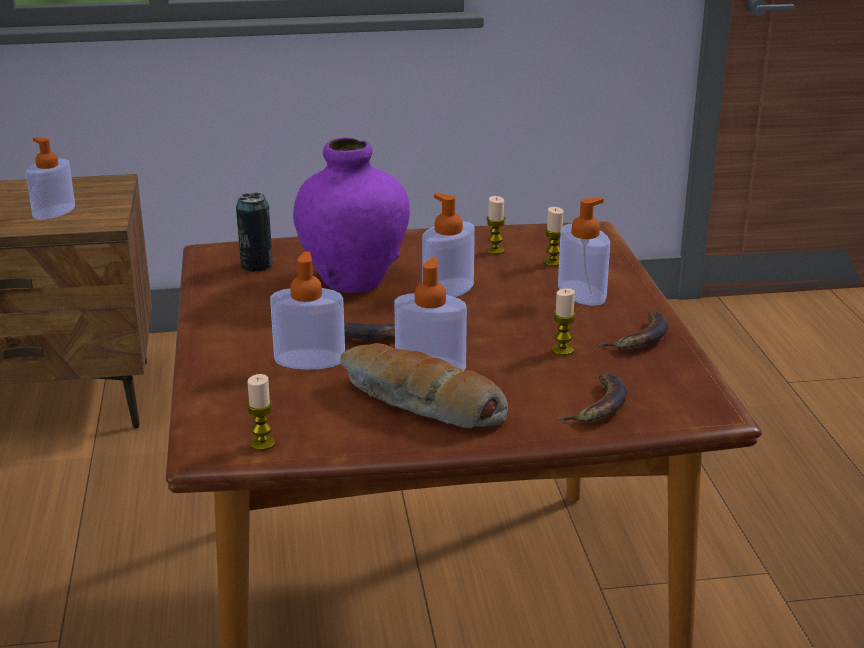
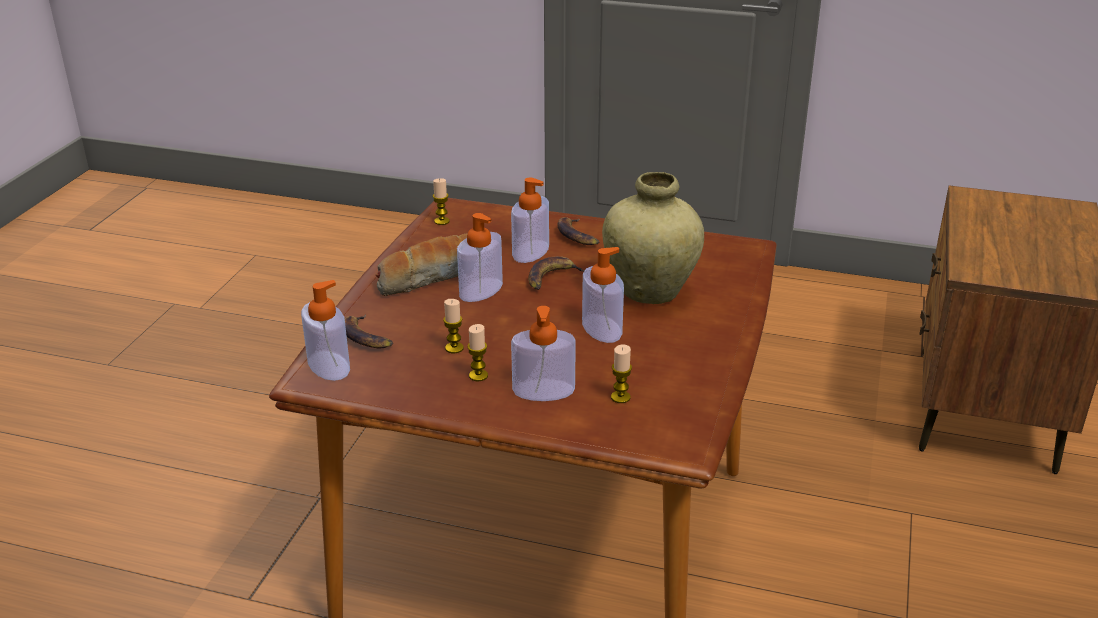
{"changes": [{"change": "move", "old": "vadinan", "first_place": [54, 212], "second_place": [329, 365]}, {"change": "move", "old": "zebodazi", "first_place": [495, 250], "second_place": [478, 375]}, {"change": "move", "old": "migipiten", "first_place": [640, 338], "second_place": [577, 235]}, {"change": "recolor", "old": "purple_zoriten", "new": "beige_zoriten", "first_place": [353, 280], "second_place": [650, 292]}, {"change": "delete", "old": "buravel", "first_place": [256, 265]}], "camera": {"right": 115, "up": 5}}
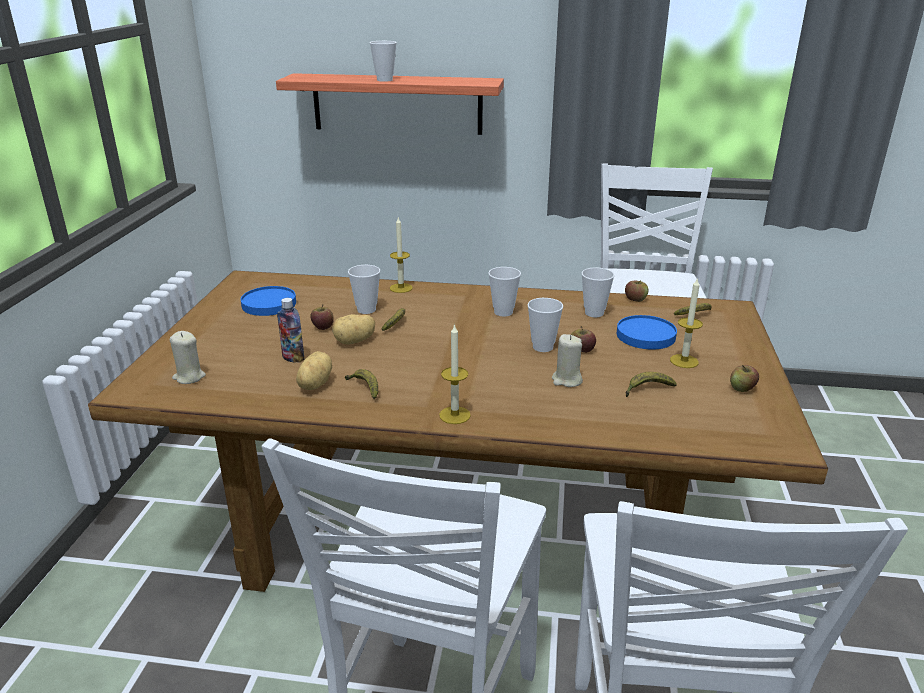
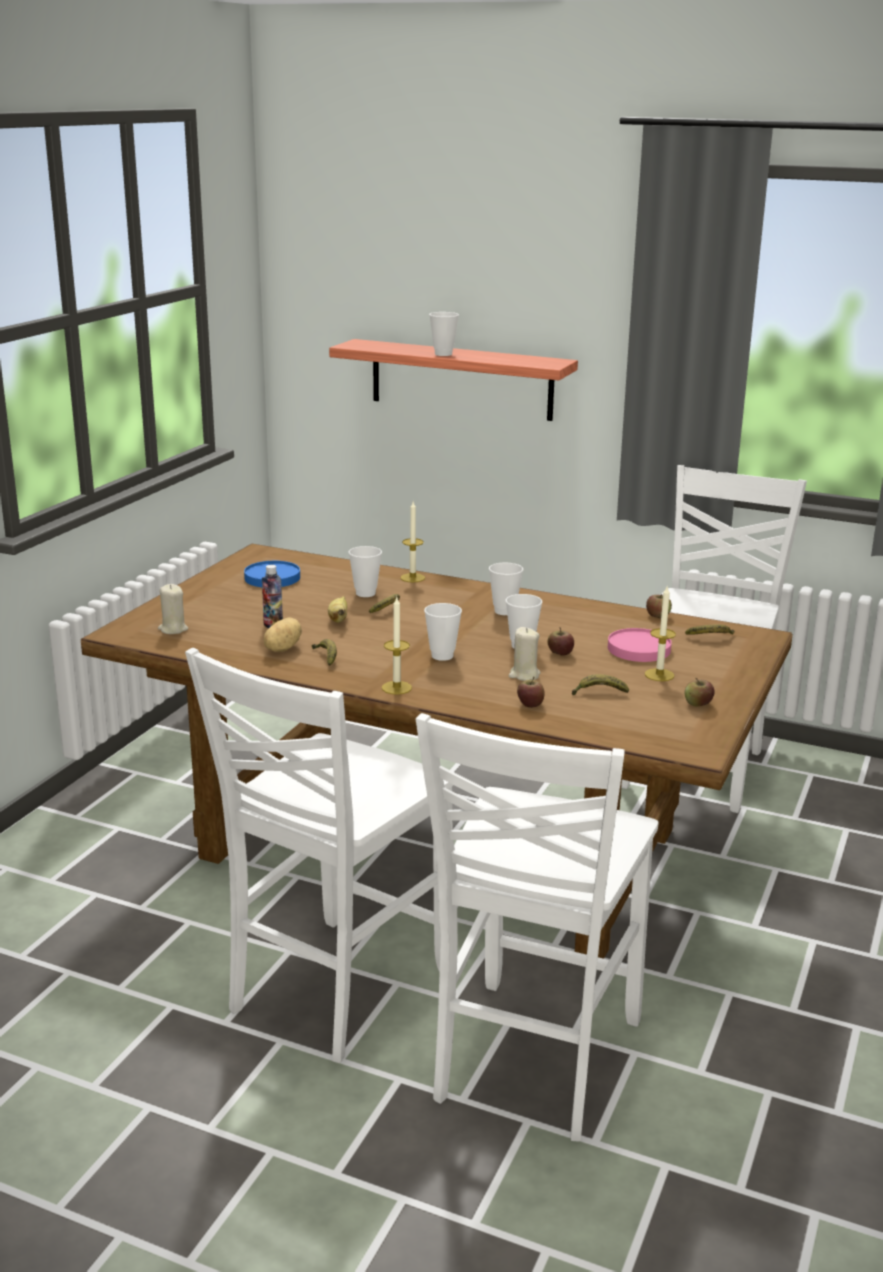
{"changes": [{"change": "replace", "old": "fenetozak", "new": "migipiten", "first_place": [355, 341], "second_place": [338, 619]}, {"change": "move", "old": "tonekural", "first_place": [594, 313], "second_place": [442, 656]}, {"change": "move", "old": "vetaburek", "first_place": [323, 327], "second_place": [530, 704]}, {"change": "recolor", "old": "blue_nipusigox", "new": "pink_nipusigox", "first_place": [645, 336], "second_place": [638, 649]}], "camera": {"right": 15, "up": -5}}
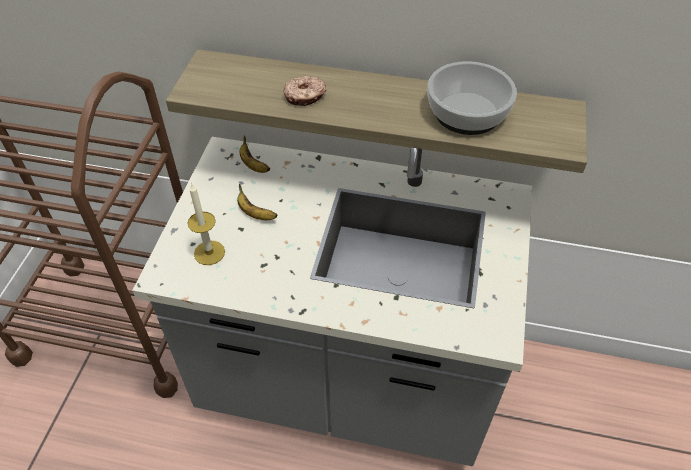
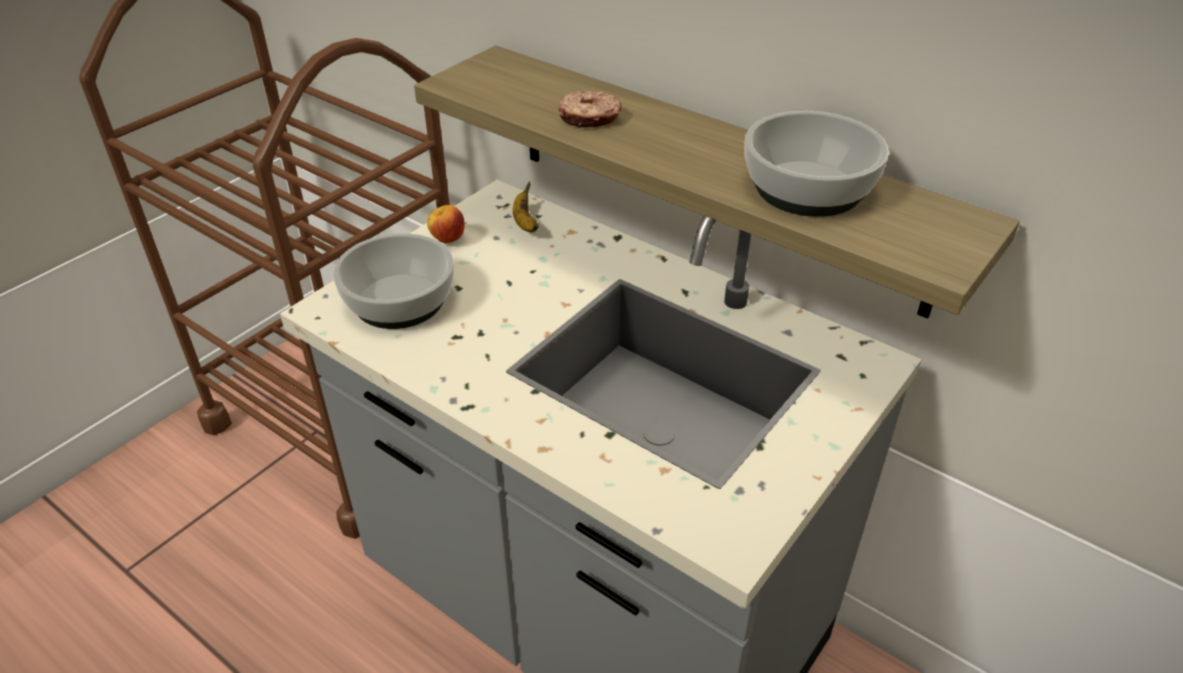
{"changes": [{"change": "replace", "old": "zebodazi", "new": "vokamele", "first_place": [209, 252], "second_place": [399, 302]}, {"change": "insert", "new": "vetaburek", "second_place": [447, 240]}, {"change": "delete", "old": "migipiten", "first_place": [255, 213]}], "camera": {"right": 25, "up": -10}}
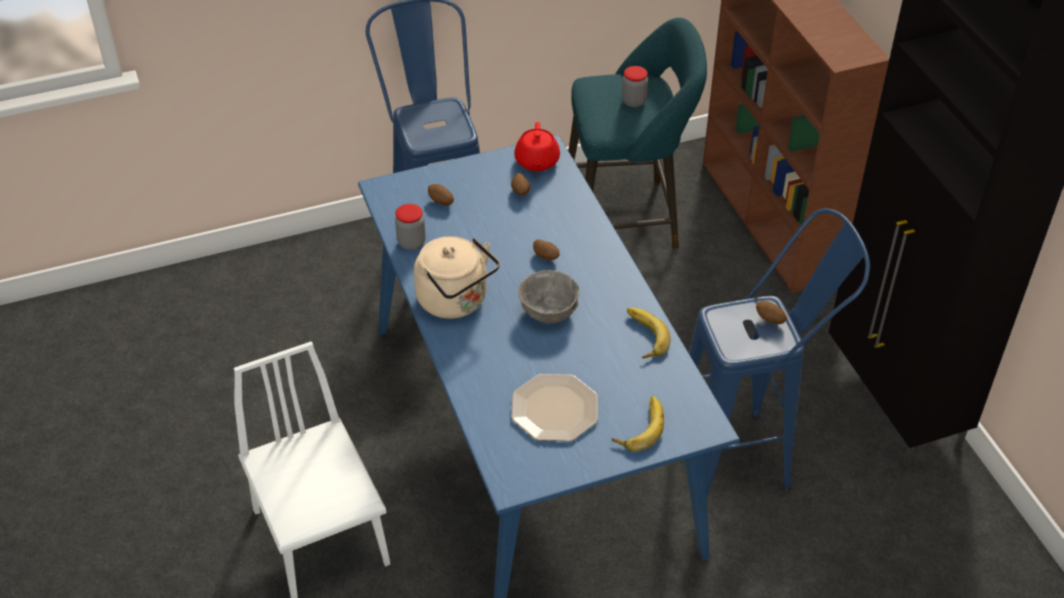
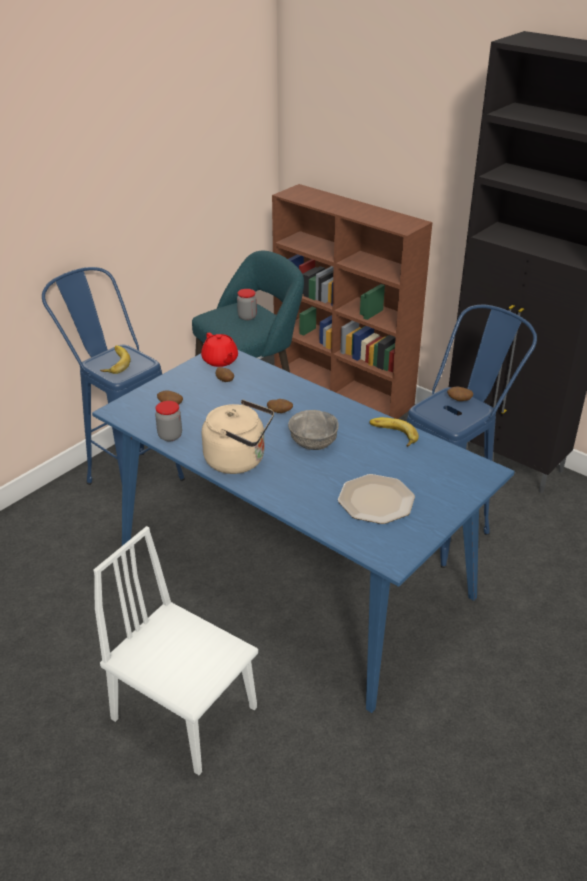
{"changes": [{"change": "move", "old": "migipiten", "first_place": [639, 426], "second_place": [114, 363]}], "camera": {"right": -30, "up": -10}}
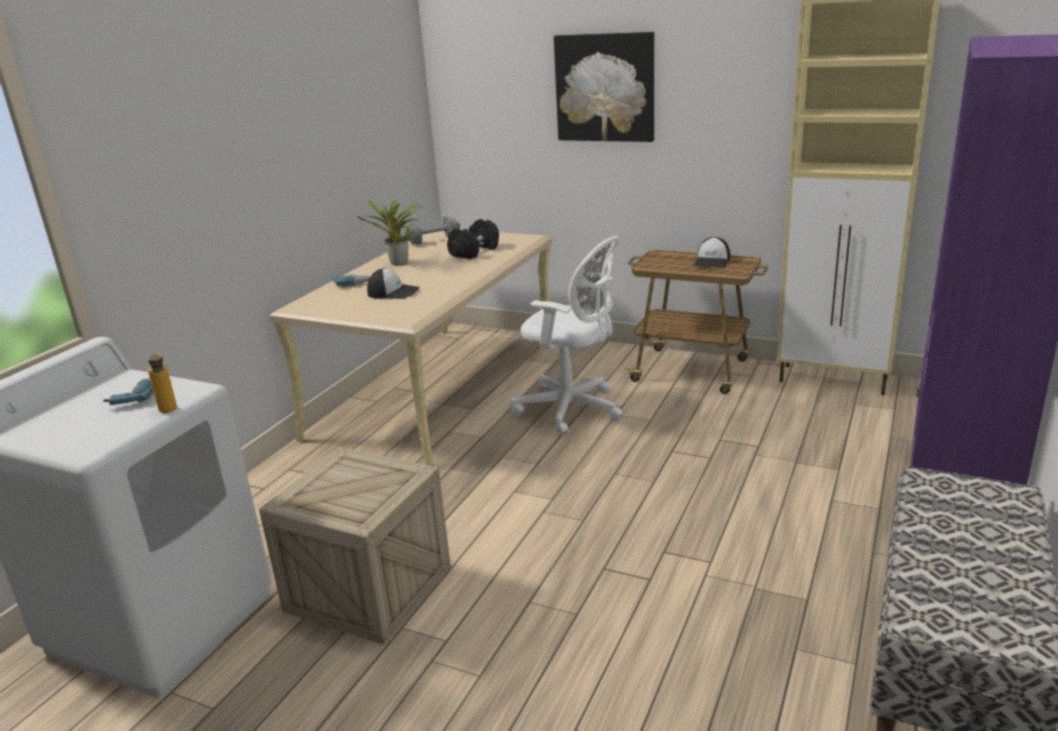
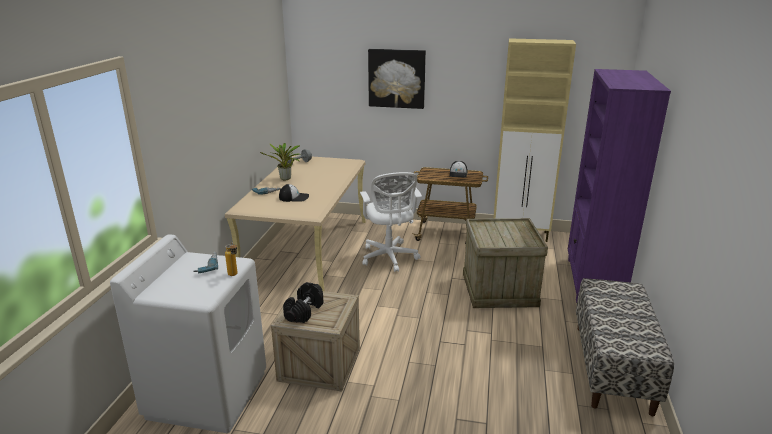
{"changes": [{"change": "move", "old": "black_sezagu", "first_place": [474, 252], "second_place": [304, 311]}, {"change": "rotate", "old": "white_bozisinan", "first_place": [572, 409], "second_place": [389, 258], "degrees": 60}, {"change": "insert", "new": "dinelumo", "second_place": [500, 289]}], "camera": {"right": -15, "up": 0}}
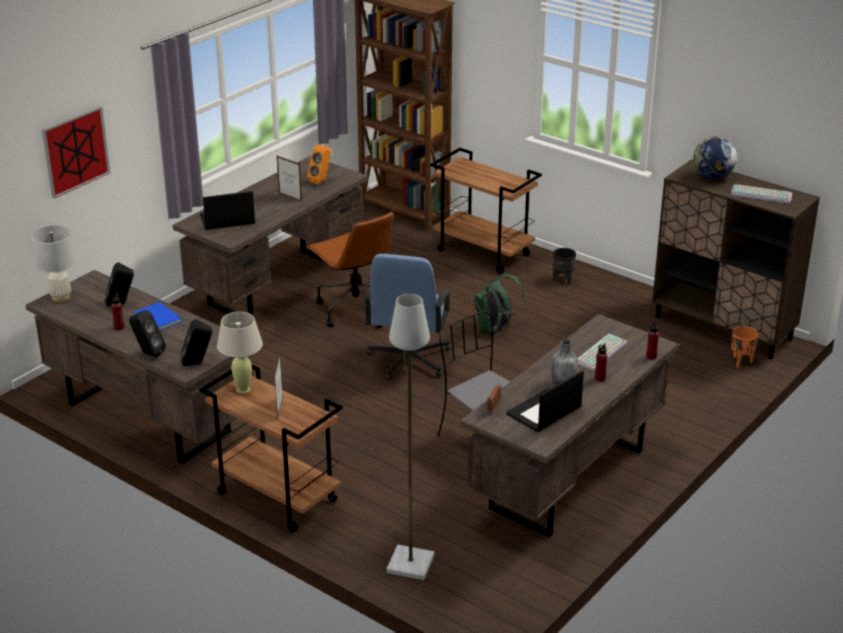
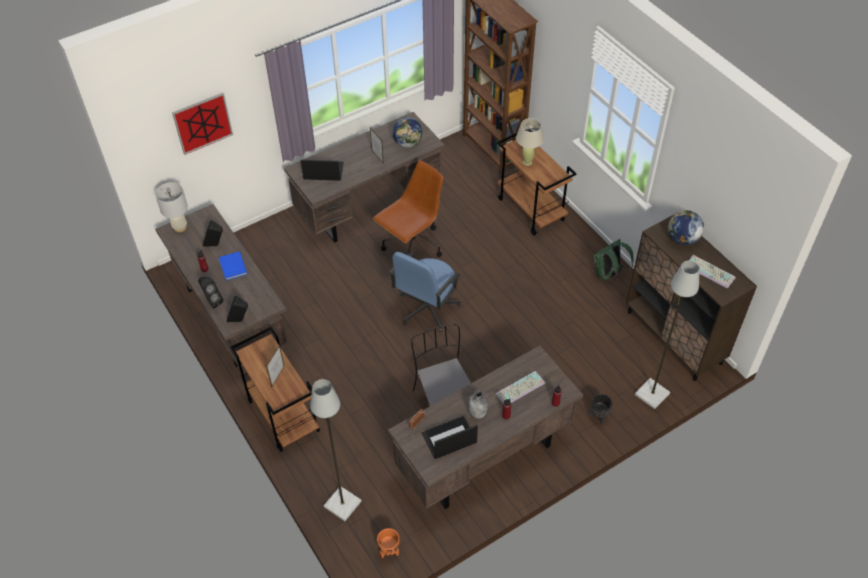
{"changes": [{"change": "rotate", "old": "brown_bozisinan", "first_place": [355, 309], "second_place": [412, 246], "degrees": -120}, {"change": "move", "old": "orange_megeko", "first_place": [741, 361], "second_place": [389, 551]}, {"change": "replace", "old": "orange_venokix", "new": "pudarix", "first_place": [321, 181], "second_place": [408, 143]}, {"change": "move", "old": "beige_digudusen", "first_place": [243, 389], "second_place": [527, 162]}, {"change": "move", "old": "black_megeko", "first_place": [563, 280], "second_place": [598, 417]}, {"change": "move", "old": "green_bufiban", "first_place": [495, 329], "second_place": [608, 275]}, {"change": "insert", "new": "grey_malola", "second_place": [652, 395]}], "camera": {"right": 20, "up": 20}}
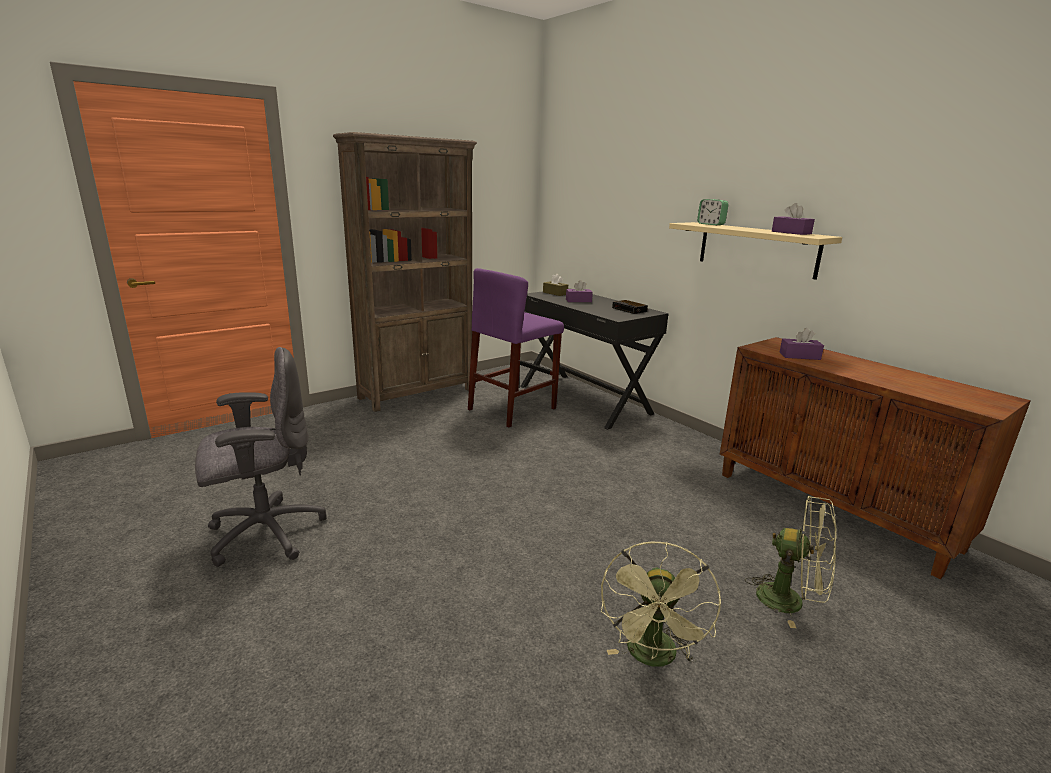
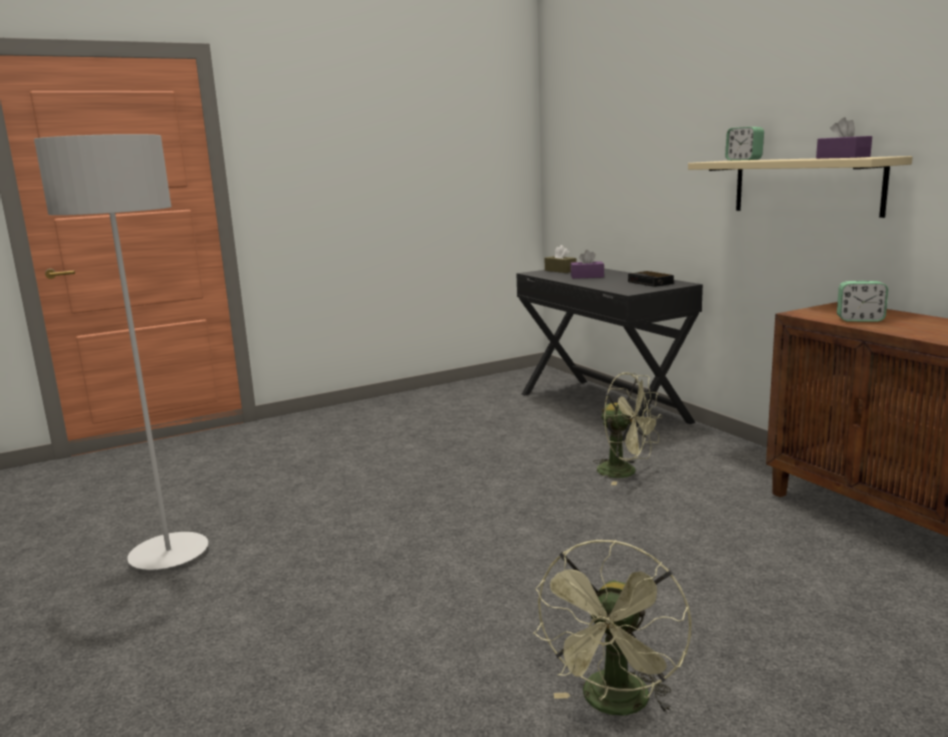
{"changes": [{"change": "replace", "old": "grey_bozisinan", "new": "grey_malola", "first_place": [264, 533], "second_place": [169, 554]}, {"change": "move", "old": "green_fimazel", "first_place": [790, 601], "second_place": [625, 472]}, {"change": "replace", "old": "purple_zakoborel", "new": "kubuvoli", "first_place": [799, 356], "second_place": [860, 320]}, {"change": "delete", "old": "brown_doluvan", "first_place": [417, 393]}, {"change": "delete", "old": "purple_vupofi", "first_place": [512, 409]}], "camera": {"right": 10, "up": -5}}
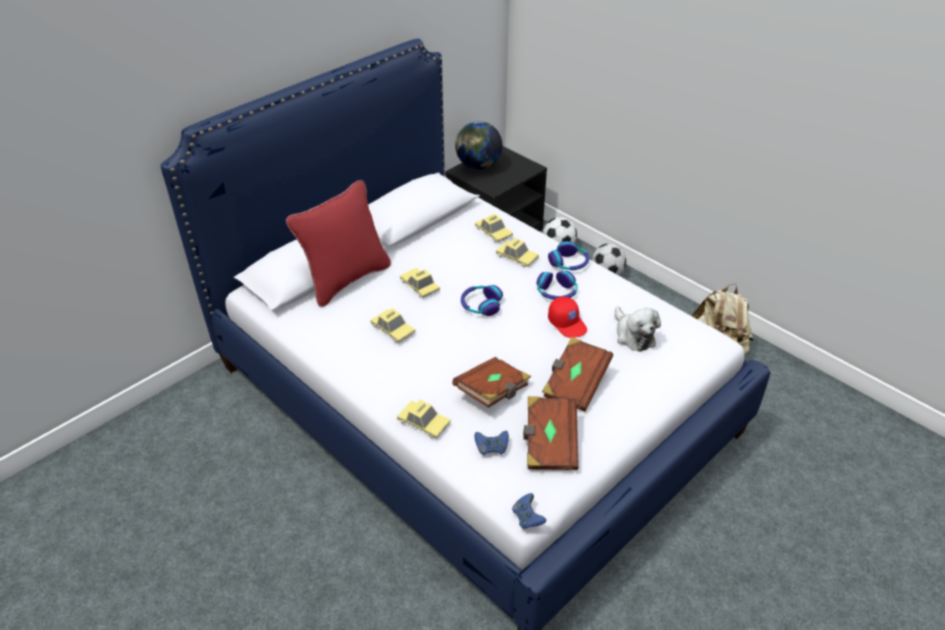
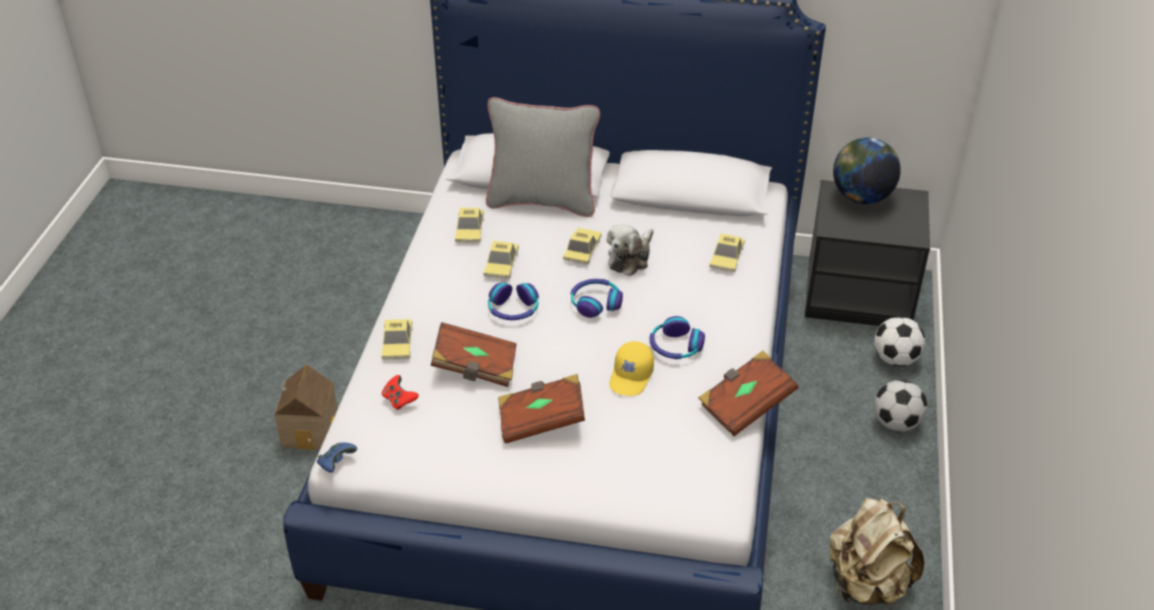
{"changes": [{"change": "insert", "new": "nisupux", "second_place": [313, 431]}, {"change": "recolor", "old": "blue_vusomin", "new": "red_vusomin", "first_place": [491, 448], "second_place": [399, 400]}, {"change": "move", "old": "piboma", "first_place": [517, 257], "second_place": [469, 230]}, {"change": "recolor", "old": "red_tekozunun", "new": "grey_tekozunun", "first_place": [346, 279], "second_place": [542, 201]}, {"change": "move", "old": "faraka", "first_place": [569, 263], "second_place": [513, 309]}, {"change": "move", "old": "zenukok", "first_place": [633, 335], "second_place": [630, 258]}, {"change": "recolor", "old": "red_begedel", "new": "yellow_begedel", "first_place": [567, 323], "second_place": [631, 377]}, {"change": "move", "old": "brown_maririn", "first_place": [549, 444], "second_place": [745, 405]}], "camera": {"right": 55, "up": 0}}
